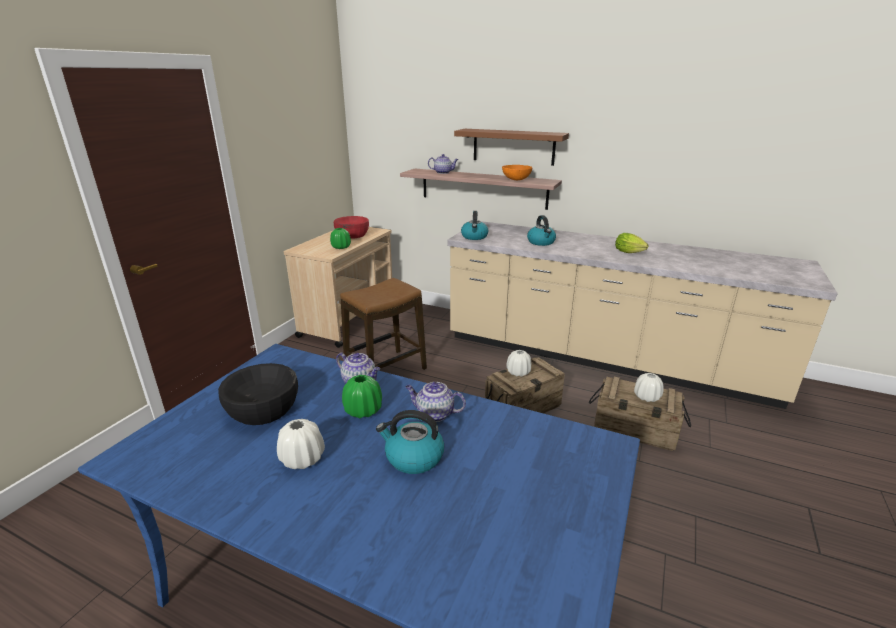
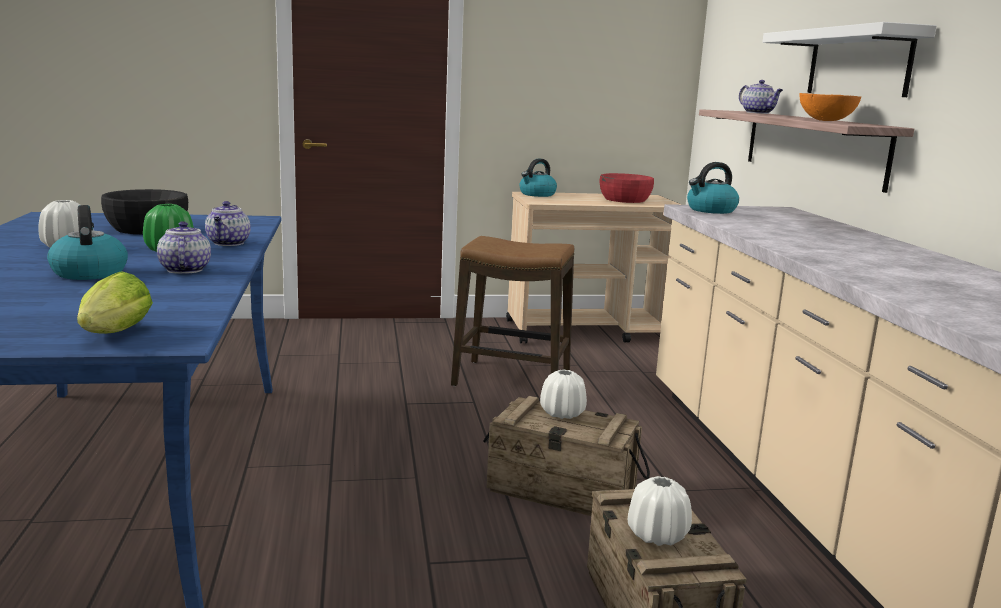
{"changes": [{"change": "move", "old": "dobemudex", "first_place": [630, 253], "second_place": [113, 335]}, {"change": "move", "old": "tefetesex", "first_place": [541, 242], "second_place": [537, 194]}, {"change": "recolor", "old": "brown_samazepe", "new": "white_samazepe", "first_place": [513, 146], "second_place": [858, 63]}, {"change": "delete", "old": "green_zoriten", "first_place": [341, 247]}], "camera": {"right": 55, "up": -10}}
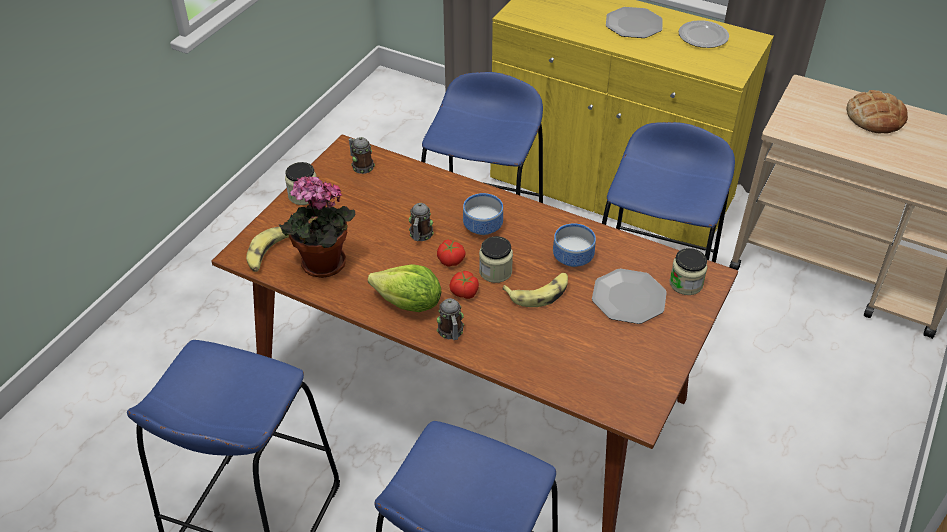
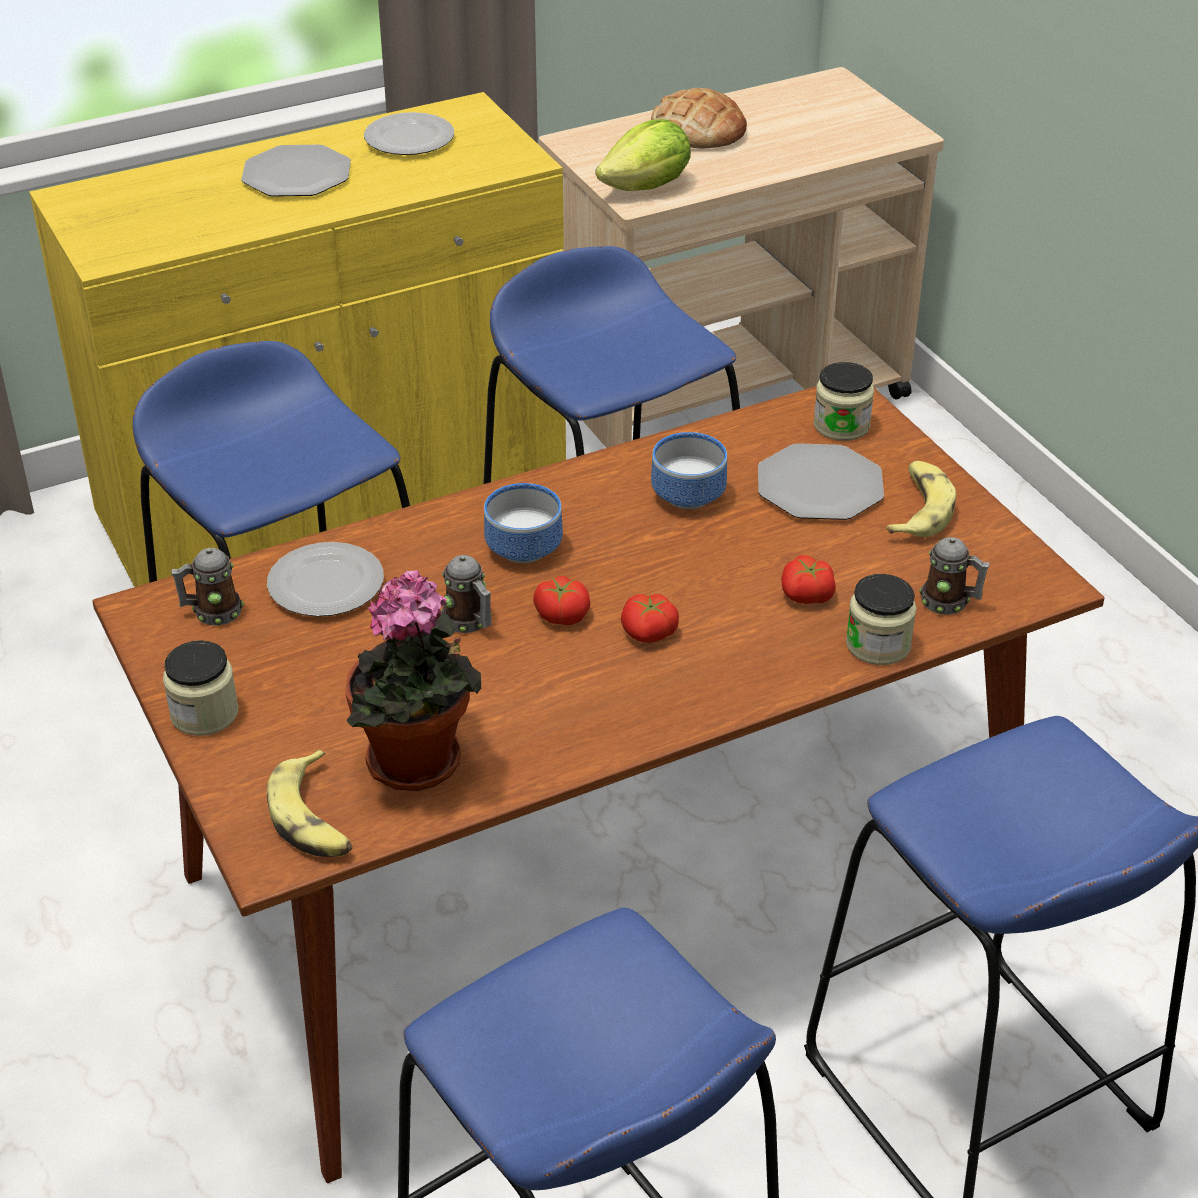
{"changes": [{"change": "insert", "new": "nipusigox", "second_place": [326, 584]}, {"change": "move", "old": "dobemudex", "first_place": [409, 304], "second_place": [647, 187]}, {"change": "insert", "new": "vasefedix", "second_place": [807, 596]}, {"change": "move", "old": "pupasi", "first_place": [495, 271], "second_place": [878, 645]}, {"change": "move", "old": "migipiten", "first_place": [539, 293], "second_place": [918, 509]}, {"change": "move", "old": "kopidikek", "first_place": [451, 333], "second_place": [950, 602]}], "camera": {"right": -55, "up": -5}}
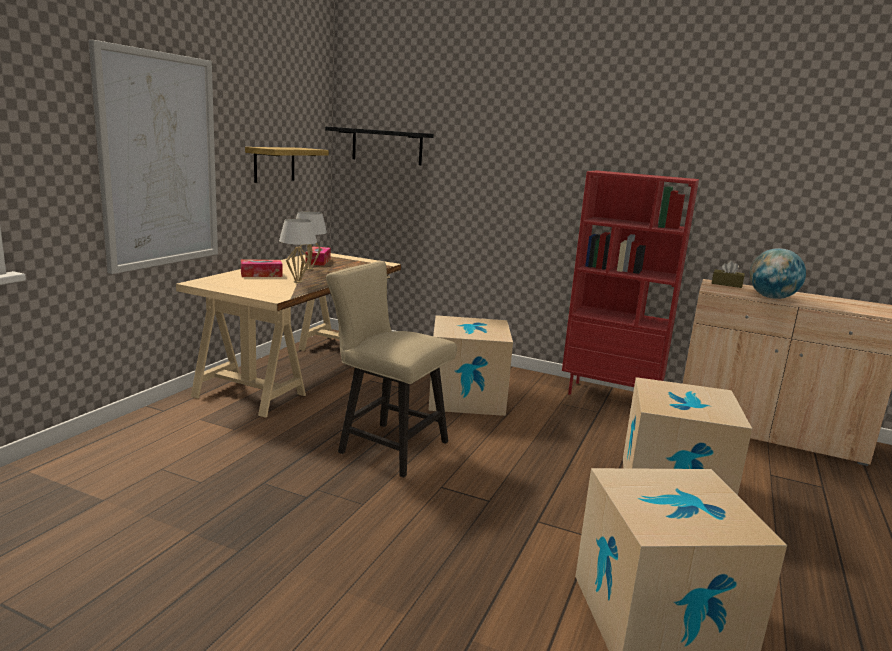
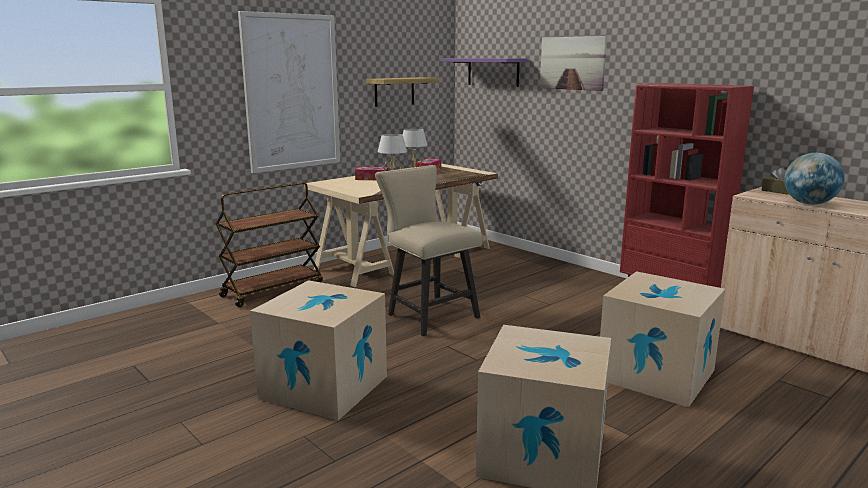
{"changes": [{"change": "insert", "new": "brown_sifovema", "second_place": [273, 290]}, {"change": "move", "old": "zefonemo", "first_place": [466, 398], "second_place": [324, 387]}, {"change": "recolor", "old": "black_samazepe", "new": "purple_samazepe", "first_place": [387, 146], "second_place": [493, 72]}, {"change": "insert", "new": "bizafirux", "second_place": [572, 63]}], "camera": {"right": 25, "up": 0}}
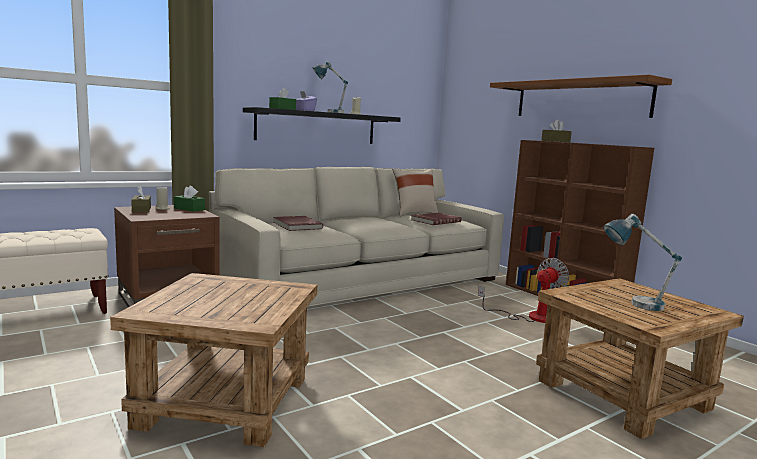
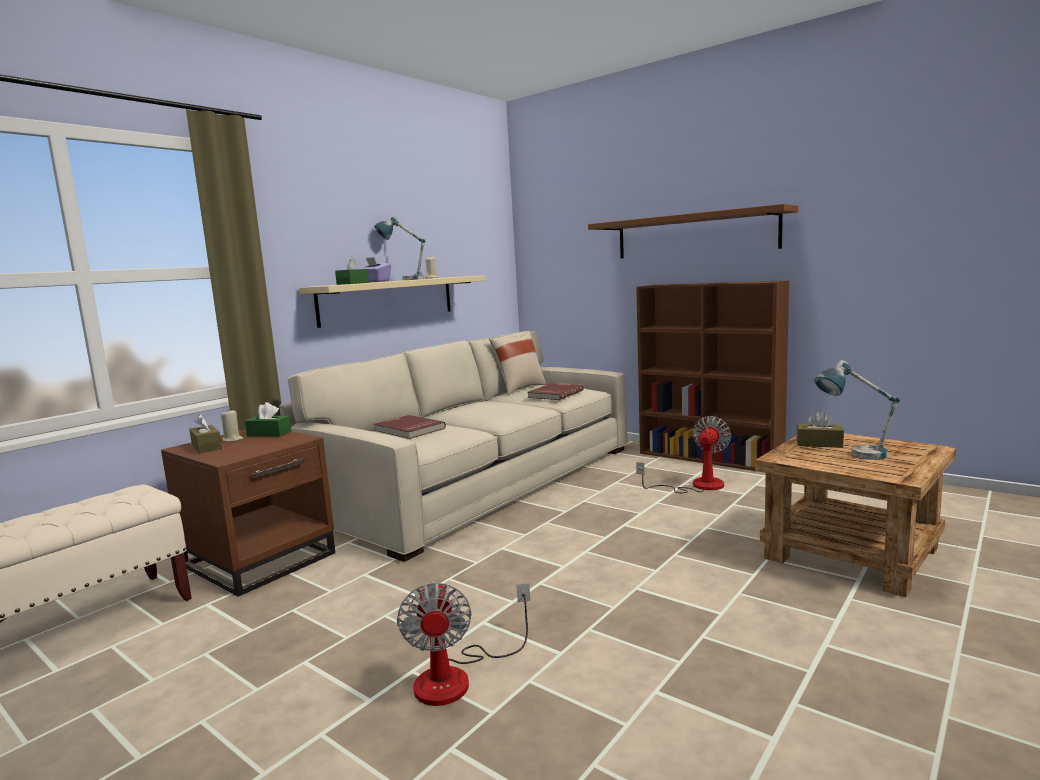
{"changes": [{"change": "recolor", "old": "black_samazepe", "new": "beige_samazepe", "first_place": [317, 127], "second_place": [388, 300]}, {"change": "replace", "old": "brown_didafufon", "new": "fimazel", "first_place": [228, 401], "second_place": [458, 676]}, {"change": "move", "old": "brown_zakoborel", "first_place": [555, 141], "second_place": [819, 444]}], "camera": {"right": -15, "up": 0}}
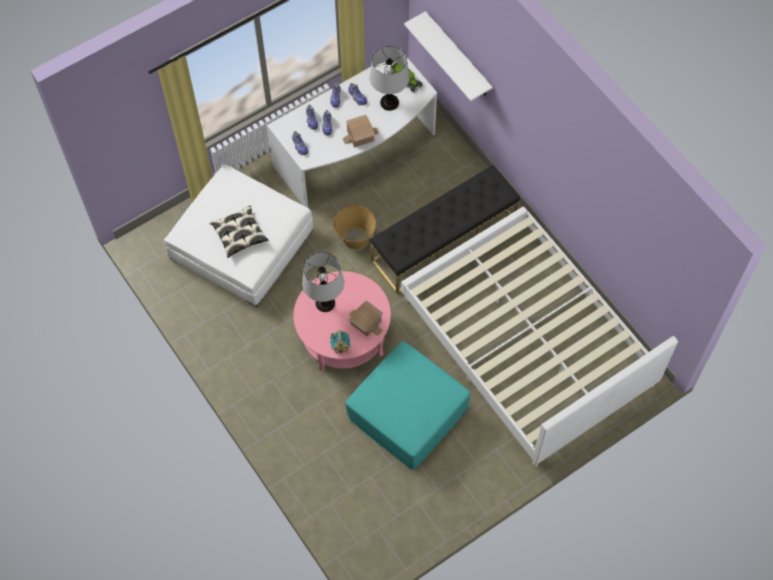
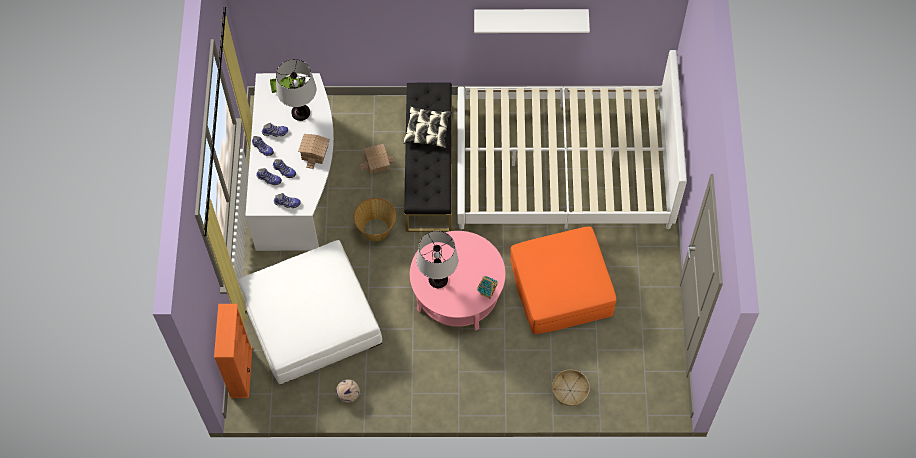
{"changes": [{"change": "insert", "new": "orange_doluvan", "second_place": [241, 372]}, {"change": "insert", "new": "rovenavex", "second_place": [348, 395]}, {"change": "move", "old": "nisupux", "first_place": [366, 322], "second_place": [377, 162]}, {"change": "move", "old": "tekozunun", "first_place": [239, 235], "second_place": [428, 130]}, {"change": "move", "old": "white_samazepe", "first_place": [458, 55], "second_place": [531, 16]}, {"change": "recolor", "old": "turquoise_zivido", "new": "orange_zivido", "first_place": [408, 412], "second_place": [560, 288]}, {"change": "insert", "new": "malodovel", "second_place": [570, 390]}], "camera": {"right": -55, "up": 0}}
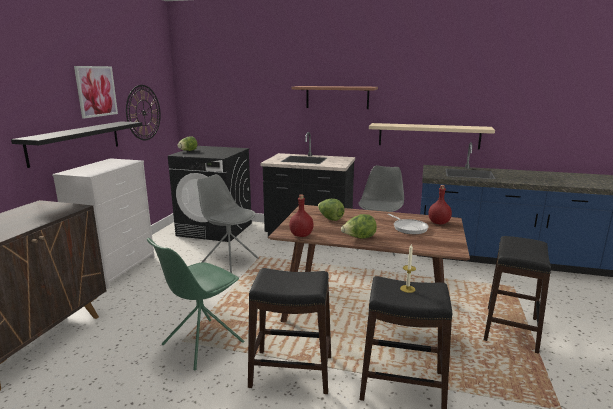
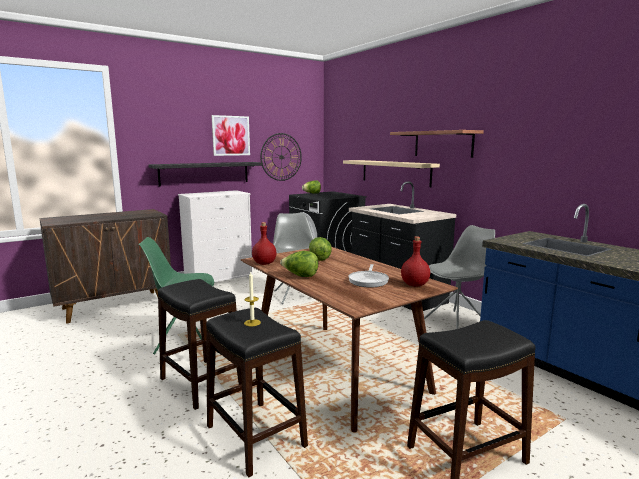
{"changes": [{"change": "move", "old": "beige_samazepe", "first_place": [428, 136], "second_place": [395, 172]}], "camera": {"right": 40, "up": -5}}
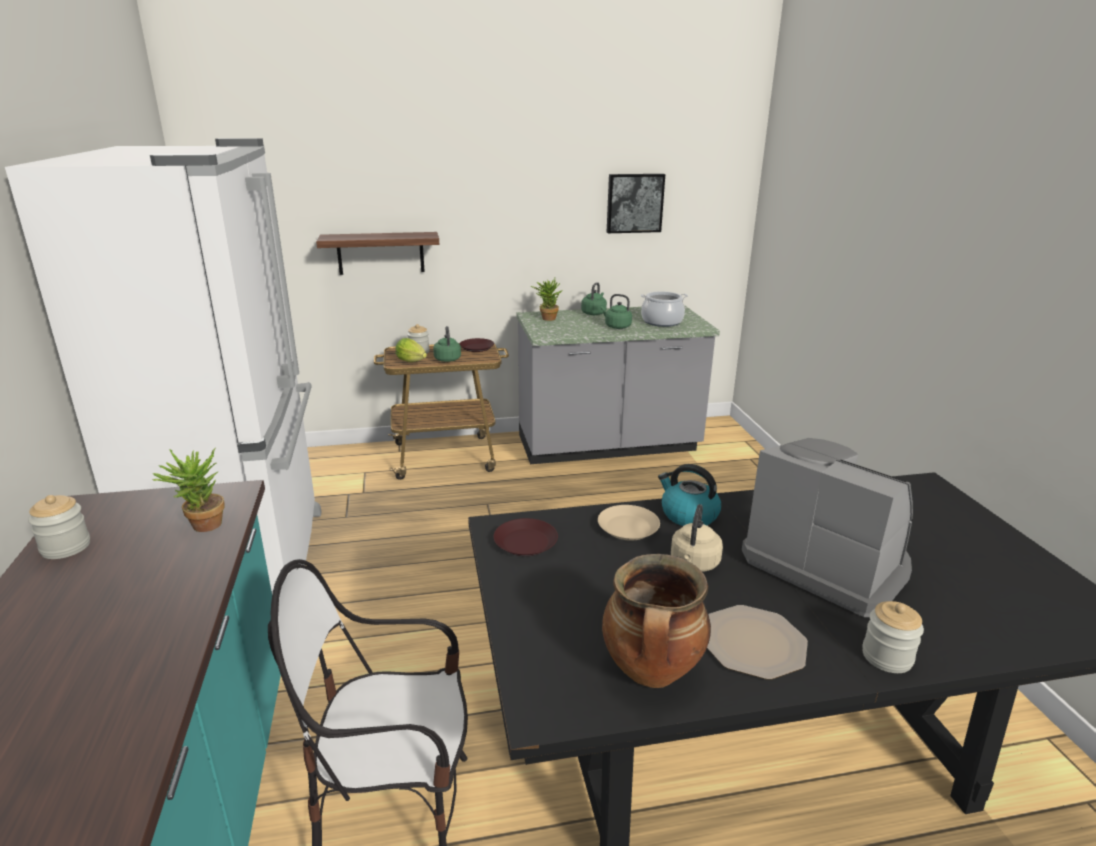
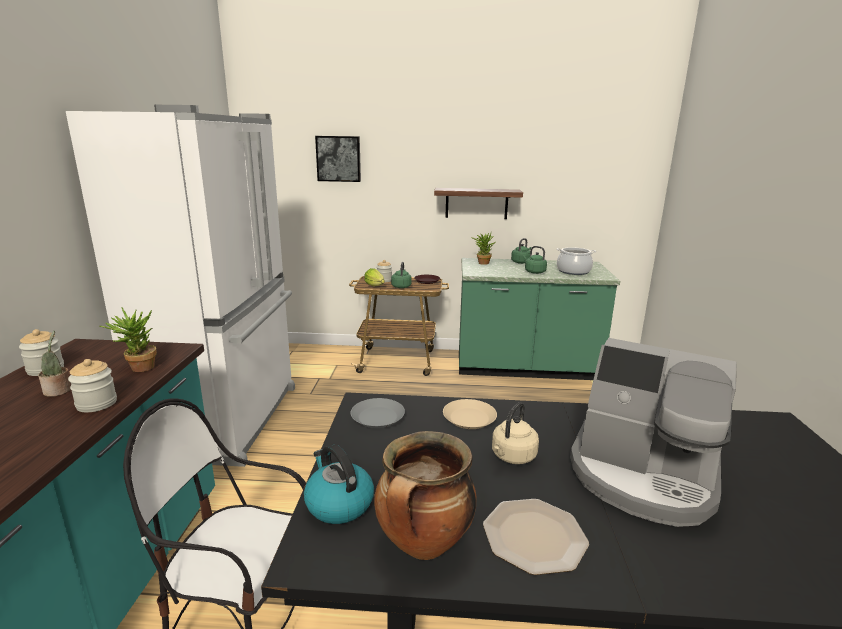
{"changes": [{"change": "insert", "new": "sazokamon", "second_place": [59, 391]}, {"change": "move", "old": "pupasi", "first_place": [887, 657], "second_place": [96, 404]}, {"change": "move", "old": "tefetesex", "first_place": [688, 515], "second_place": [338, 504]}, {"change": "move", "old": "bizafirux", "first_place": [634, 203], "second_place": [338, 158]}, {"change": "recolor", "old": "brown_nipusigox", "new": "grey_nipusigox", "first_place": [526, 542], "second_place": [378, 417]}, {"change": "move", "old": "samazepe", "first_place": [380, 253], "second_place": [476, 203]}, {"change": "recolor", "old": "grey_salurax", "new": "green_salurax", "first_place": [608, 446], "second_place": [525, 368]}, {"change": "rotate", "old": "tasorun", "first_place": [826, 563], "second_place": [642, 476], "degrees": 150}], "camera": {"right": 15, "up": -5}}
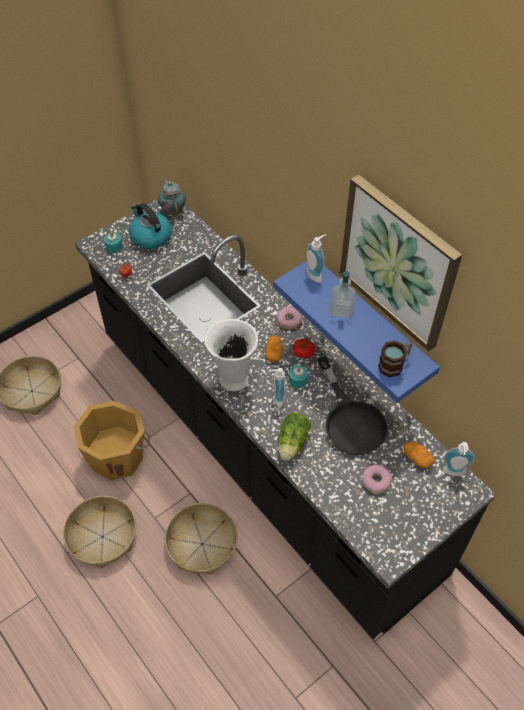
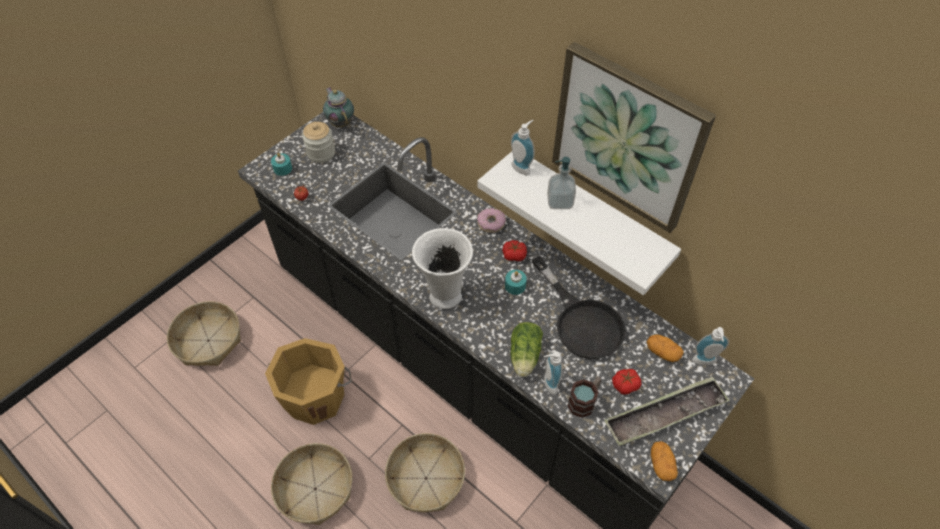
{"changes": [{"change": "replace", "old": "tefetesex", "new": "pupasi", "first_place": [150, 236], "second_place": [321, 153]}, {"change": "recolor", "old": "blue_samazepe", "new": "white_samazepe", "first_place": [370, 326], "second_place": [590, 216]}, {"change": "move", "old": "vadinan", "first_place": [276, 399], "second_place": [548, 384]}, {"change": "move", "old": "kopidikek", "first_place": [394, 364], "second_place": [584, 401]}, {"change": "insert", "new": "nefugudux", "second_place": [664, 414]}, {"change": "replace", "old": "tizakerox", "new": "vasefedix", "first_place": [376, 481], "second_place": [625, 384]}, {"change": "move", "old": "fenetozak", "first_place": [274, 353], "second_place": [661, 465]}], "camera": {"right": -10, "up": 0}}
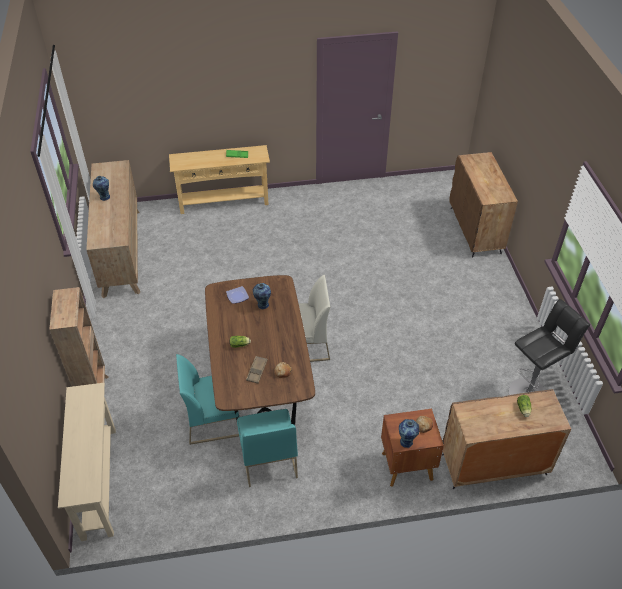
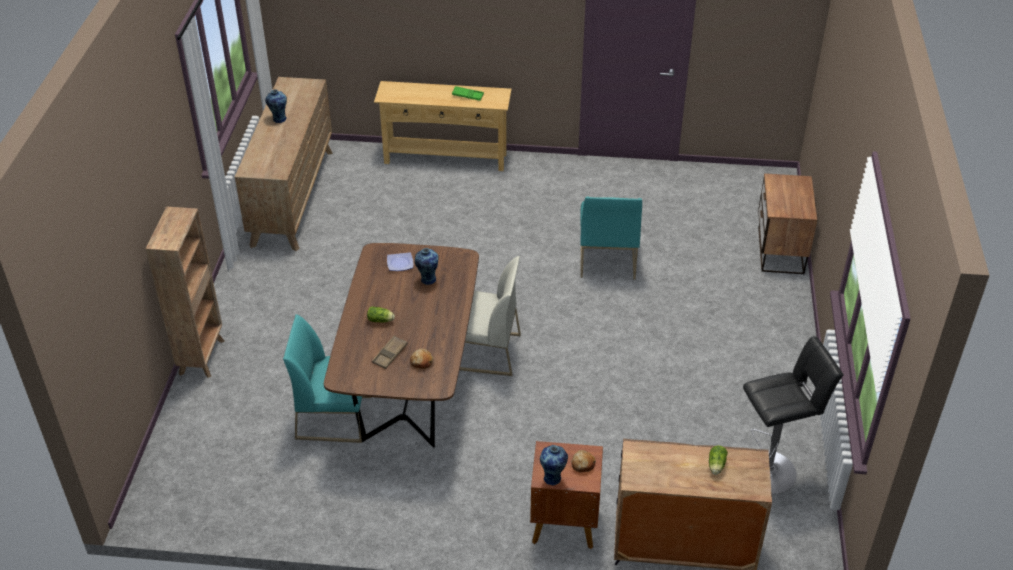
{"changes": [{"change": "move", "old": "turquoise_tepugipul", "first_place": [268, 459], "second_place": [606, 258]}, {"change": "replace", "old": "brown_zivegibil", "new": "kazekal", "first_place": [475, 230], "second_place": [779, 251]}, {"change": "delete", "old": "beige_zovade", "first_place": [98, 482]}], "camera": {"right": 15, "up": -5}}
